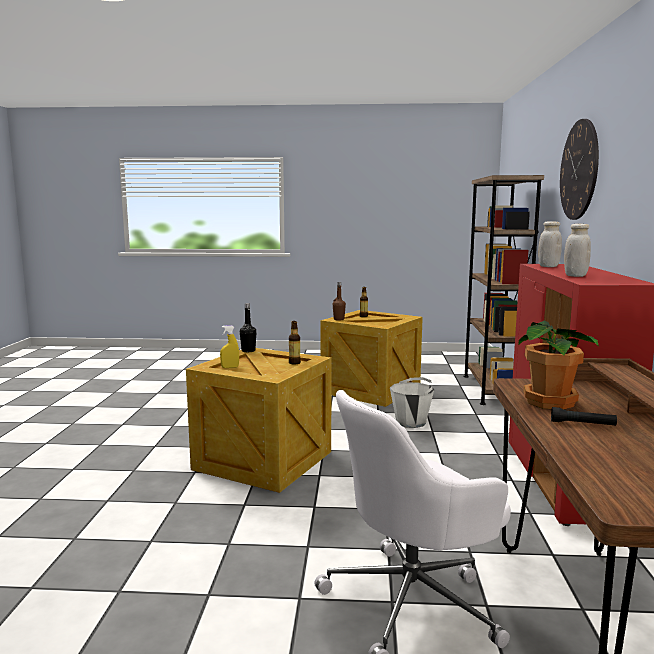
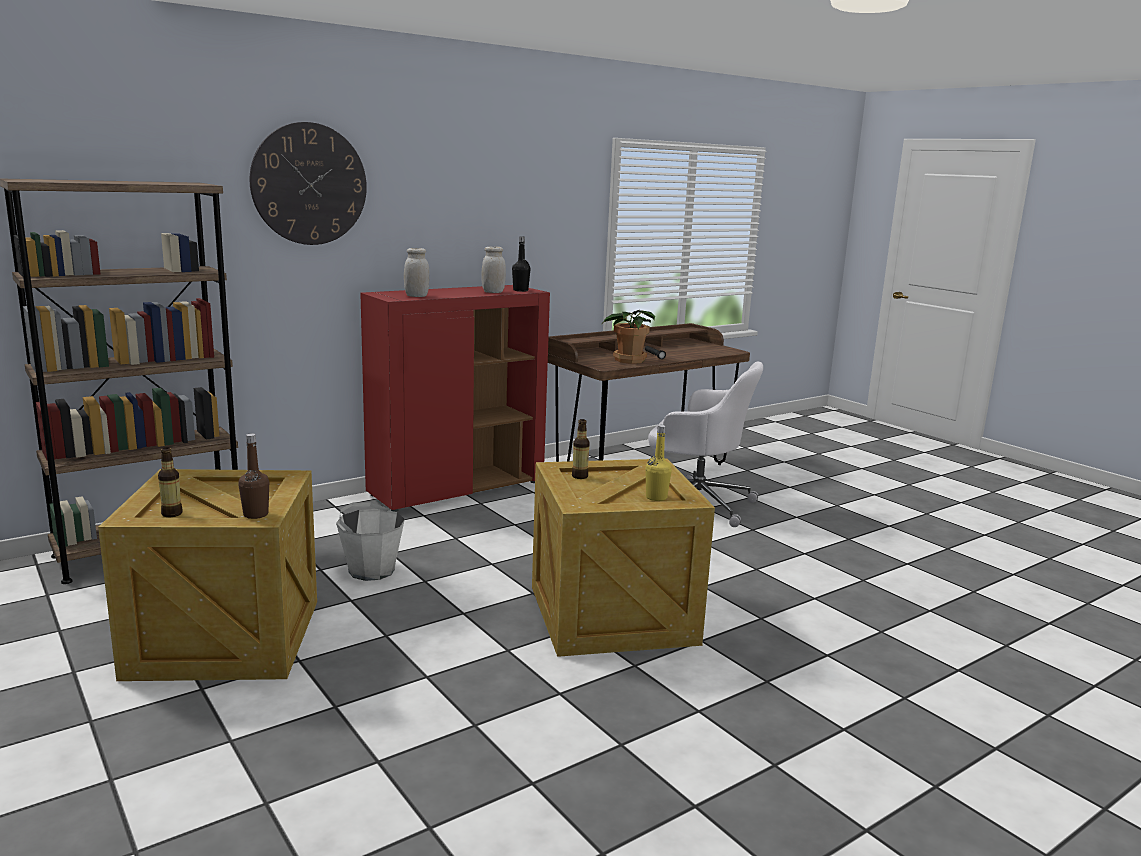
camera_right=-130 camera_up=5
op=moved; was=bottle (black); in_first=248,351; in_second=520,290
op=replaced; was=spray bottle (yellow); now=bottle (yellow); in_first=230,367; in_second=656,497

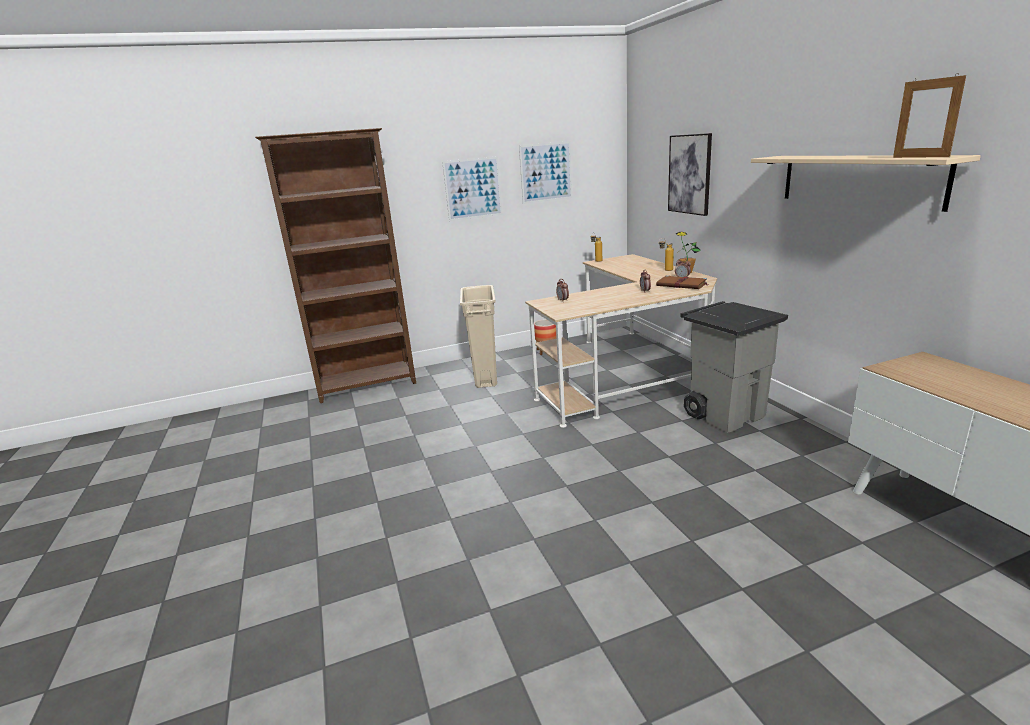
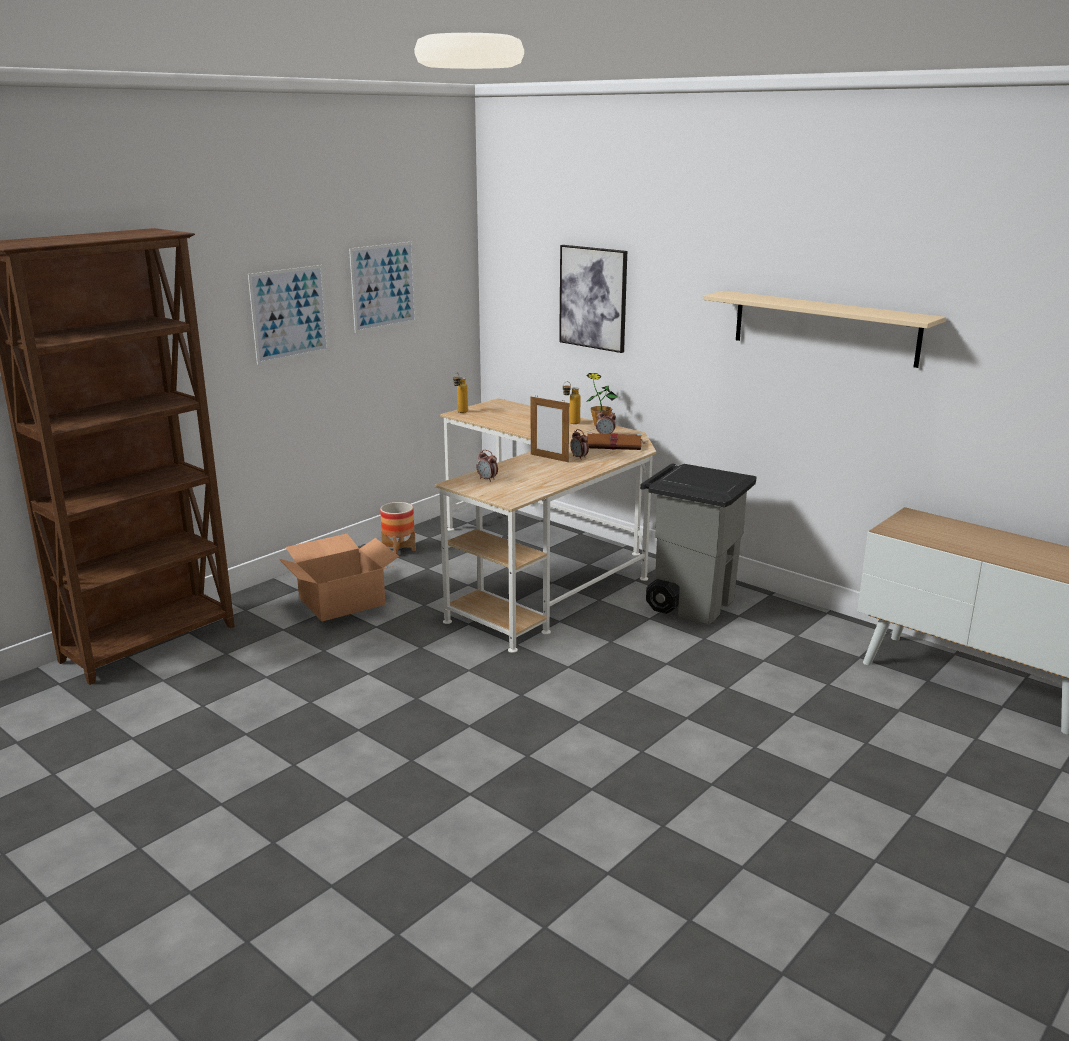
camera_right=-30 camera_up=0
op=moved; was=picture frame; in_first=920,157; in_second=549,458
op=replaced; was=trash can (beige); now=cardboard box; in_first=485,377; in_second=341,601

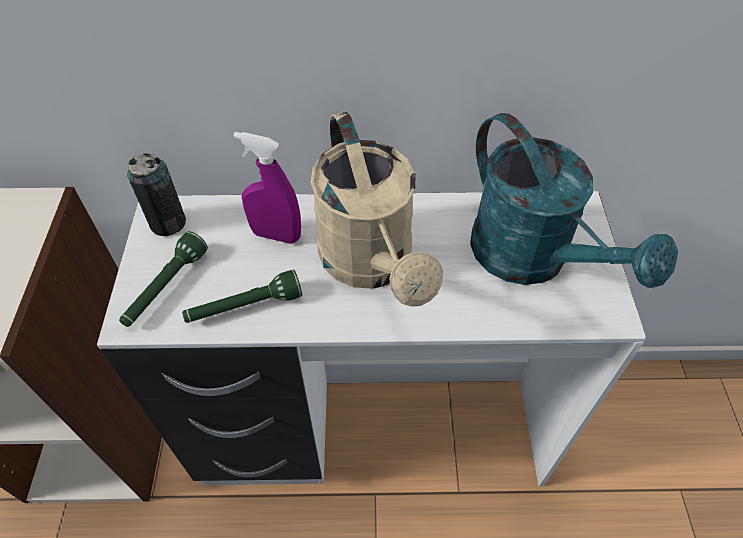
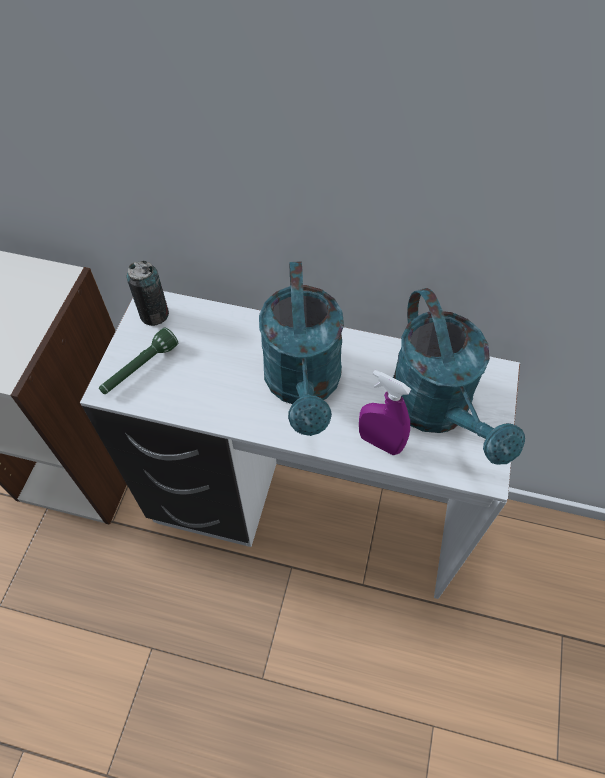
camera_right=15 camera_up=5
op=removed; was=flashlight (green); in_first=244,307
op=moved; was=spray bottle (purple); in_first=276,235; in_second=380,442
op=recoloured; was=watering can (beige); now=watering can (turquoise); in_first=372,265; in_second=304,385

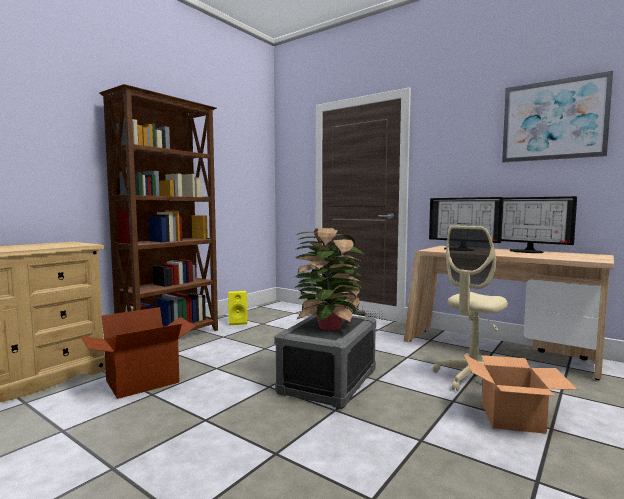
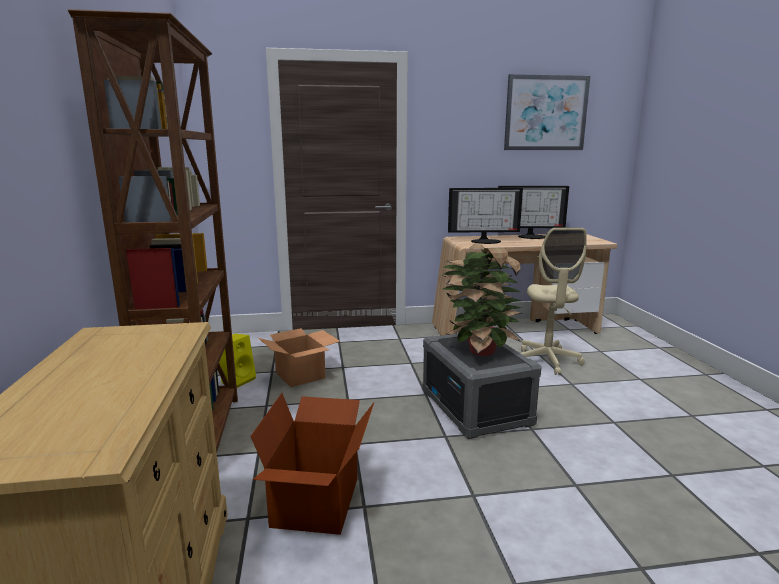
camera_right=-45 camera_up=10
op=moved; was=cardboard box; in_first=511,417; in_second=299,375

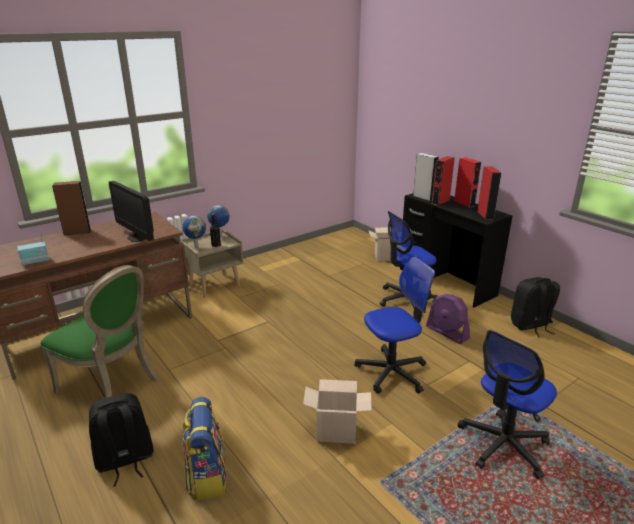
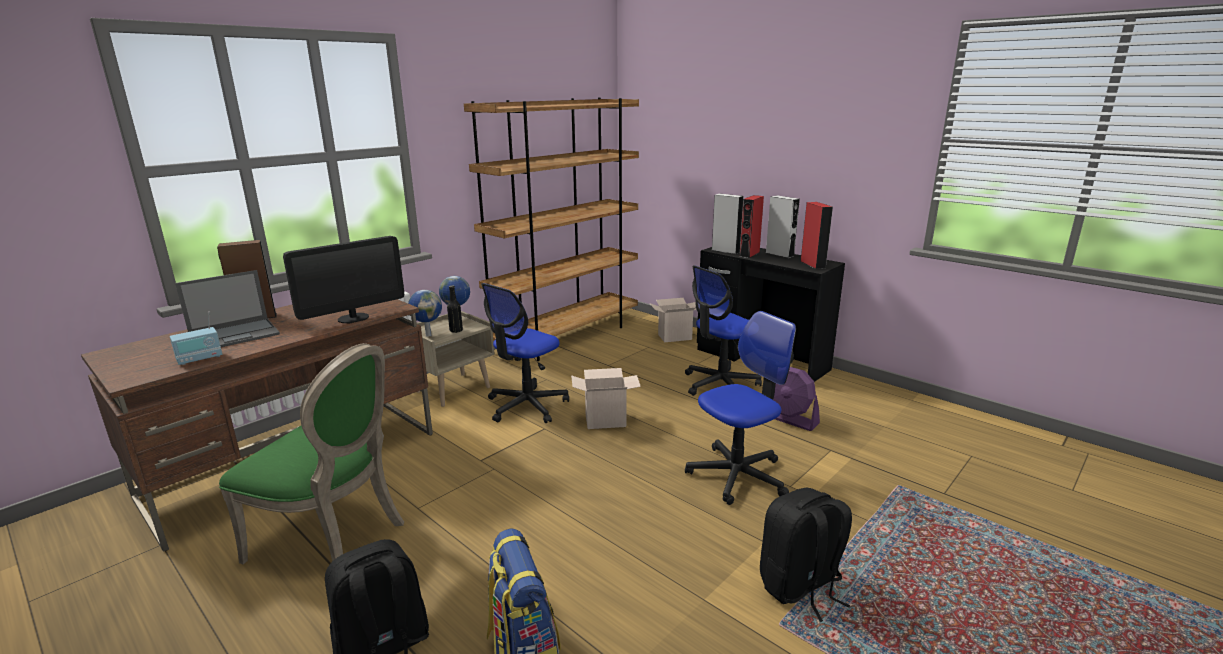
camera_right=-10 camera_up=-5
op=added; now=laptop; in_second=235,335
op=added; now=bookcase (brown); in_second=566,337
op=moved; was=cardboard box; in_first=337,431; in_second=606,420
op=moved; was=office chair; in_first=503,445; in_second=526,406
op=moved; was=backpack (black); in_first=530,325; in_second=800,587
op=recoloured; was=speaker (red); now=speaker (grey); in_first=464,203; in_second=779,254
op=turned; was=monitor; in_first=137,237; in_second=353,318; clockwise=-75

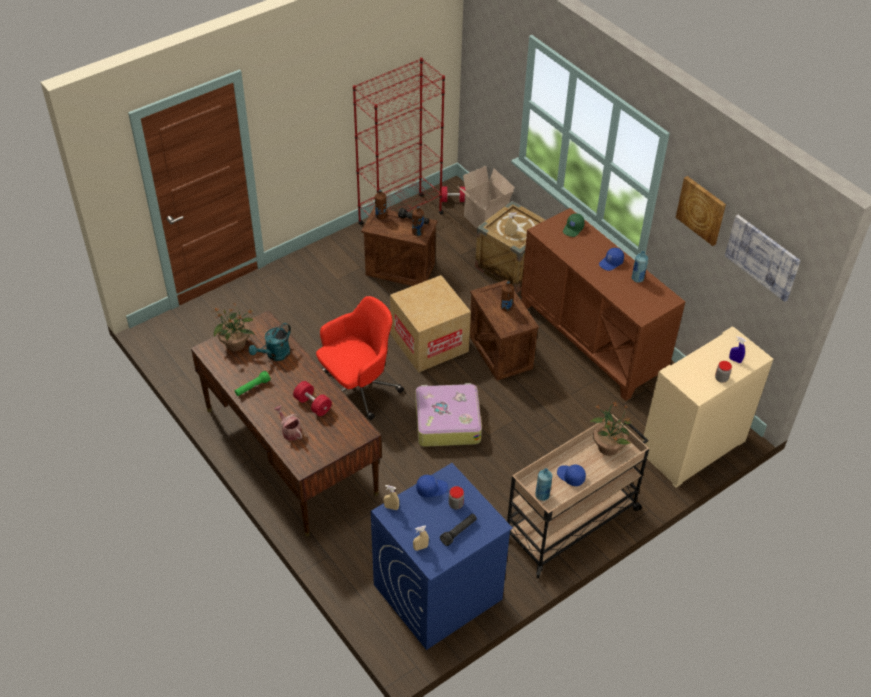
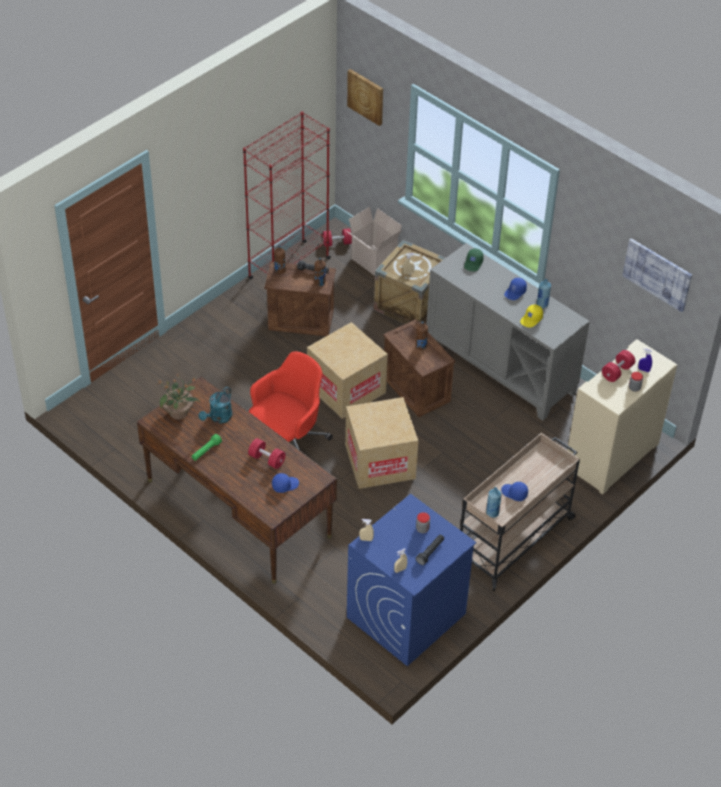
camera_right=-10 camera_up=0
op=removed; was=watering can; in_first=290,431
op=removed; was=potted plant; in_first=608,446
op=added; now=cap (yellow); in_second=531,319
op=added; now=dumbbell (red); in_second=617,372
op=moved; was=cap (blue); in_first=431,488; in_second=285,485
op=moved; was=picture; in_first=701,210; in_second=366,96
op=replaced; was=suitcase; now=cardboard box; in_first=447,421; in_second=380,461
op=recoloured; was=cabinet (brown); now=cabinet (grey); in_first=592,340; in_second=501,366

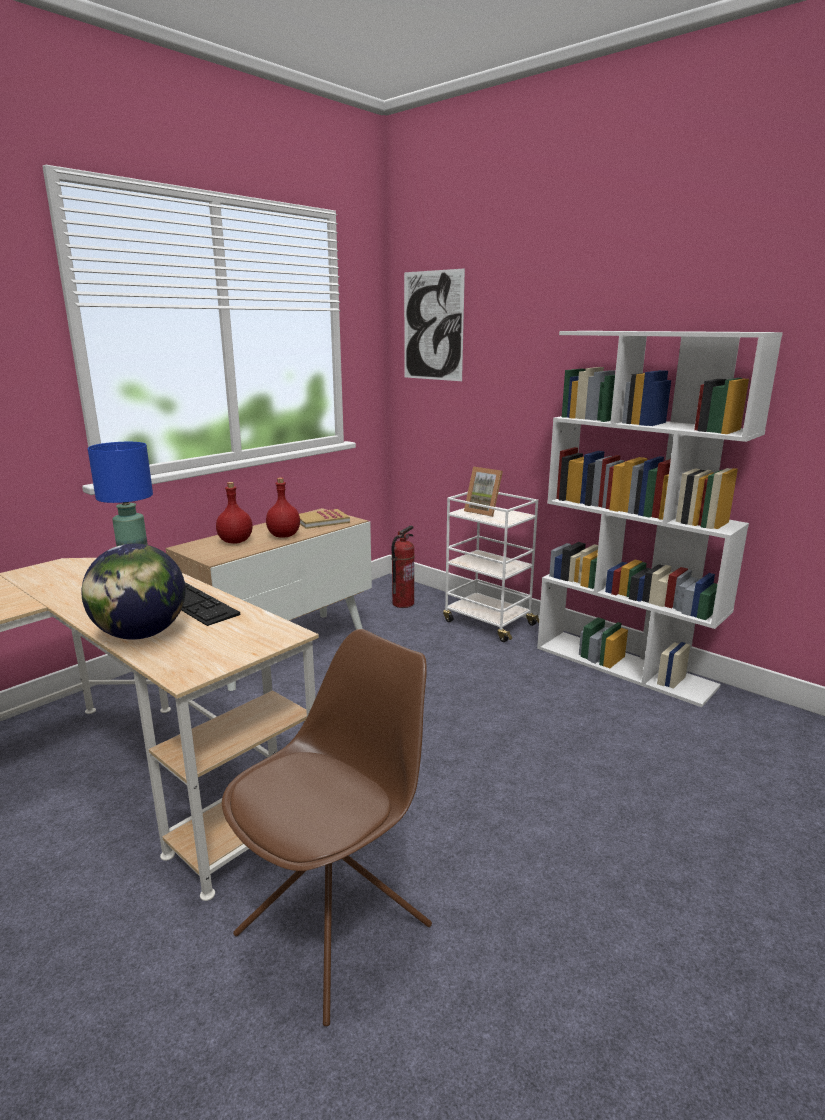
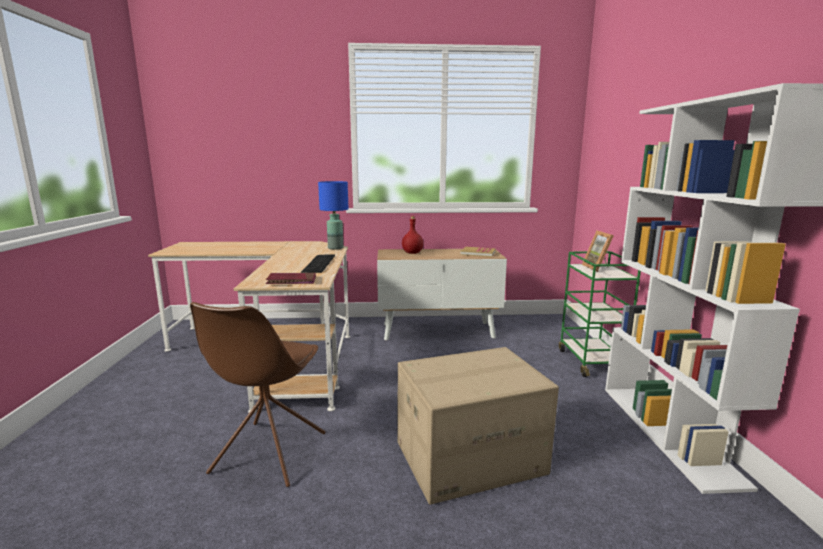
camera_right=45 camera_up=-5
op=removed; was=globe; in_first=140,634
op=removed; was=bottle (red); in_first=284,535
op=removed; was=fire extinguisher; in_first=403,603
op=removed; was=picture; in_first=432,326
op=added; now=book (red); in_second=292,281
op=added; now=cardboard box; in_second=469,457
op=recoloured; was=cart (white); now=cart (green); in_first=488,622; in_second=591,362
op=turned; was=chair (brown); in_first=337,928; in_second=268,454; clockwise=105

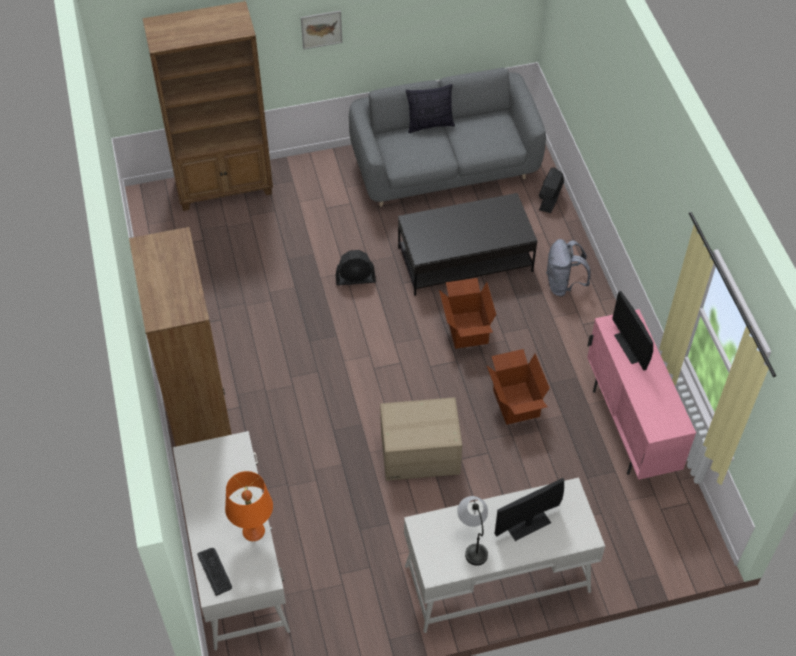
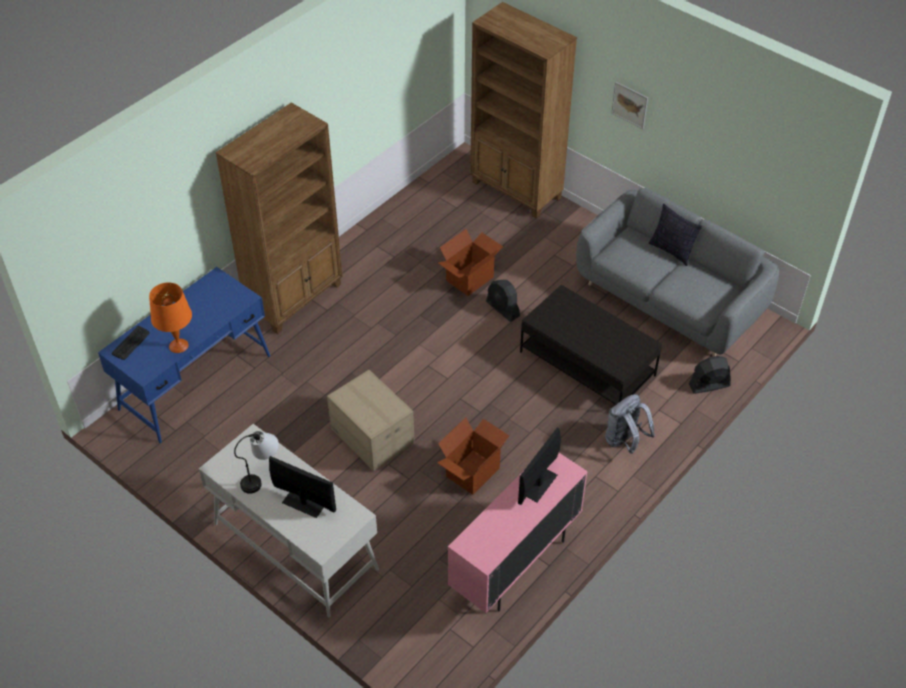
camera_right=55 camera_up=-5
op=moved; was=cardboard box; in_first=466,330; in_second=469,278
op=recoloured; was=desk (white); now=desk (blue); in_first=237,562; in_second=196,382

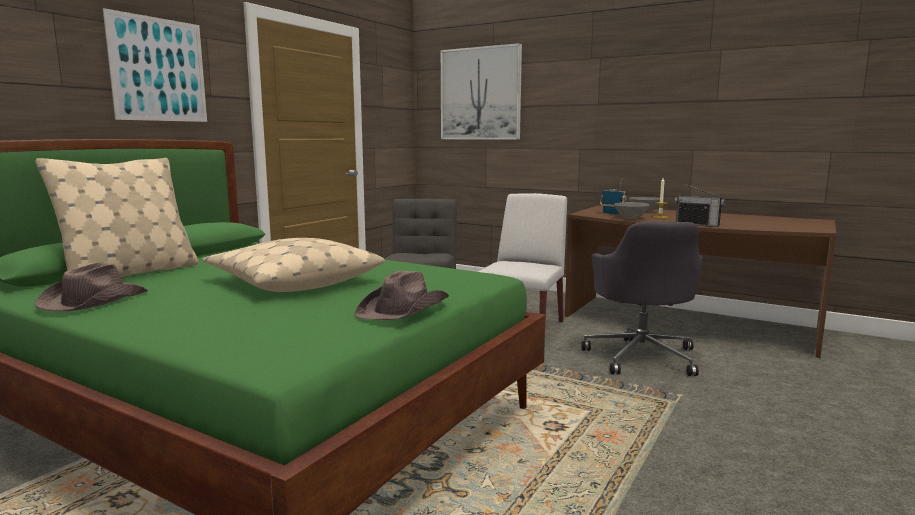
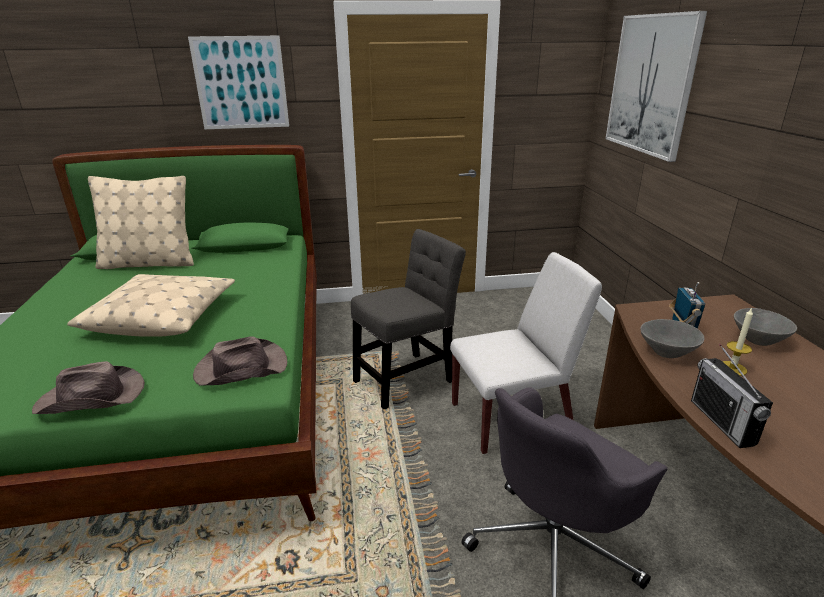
camera_right=50 camera_up=15
op=moved; was=hat (brown); in_first=93,300; in_second=240,368

